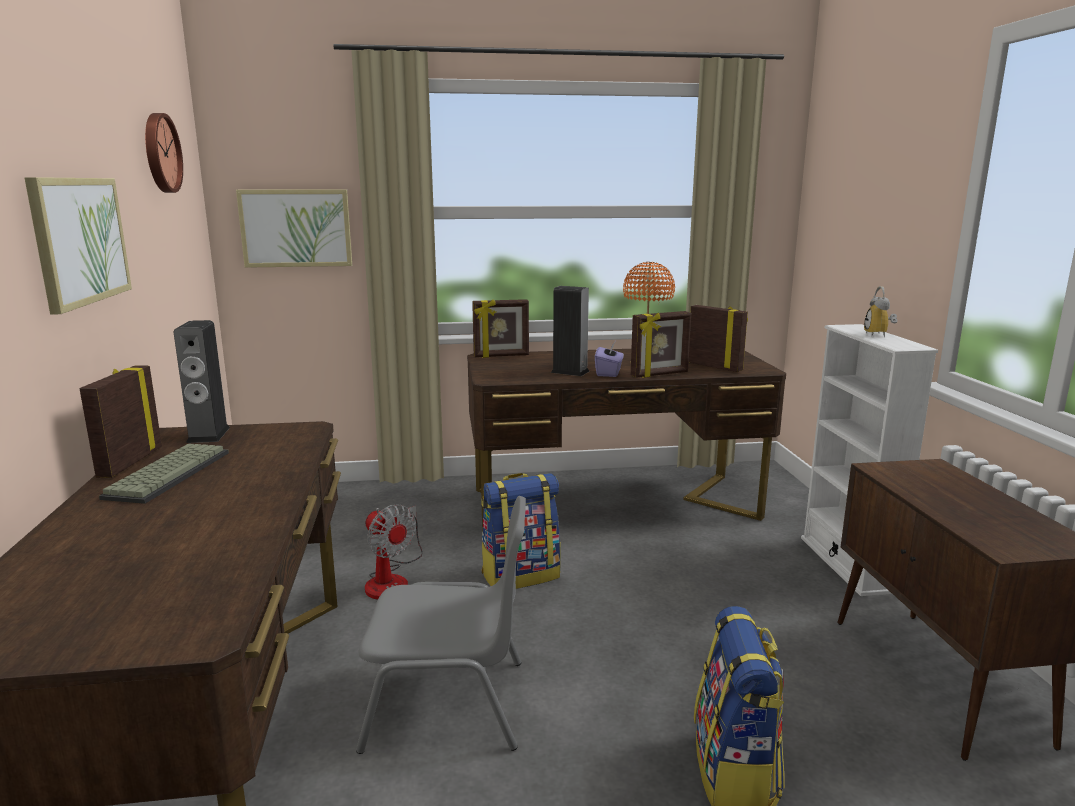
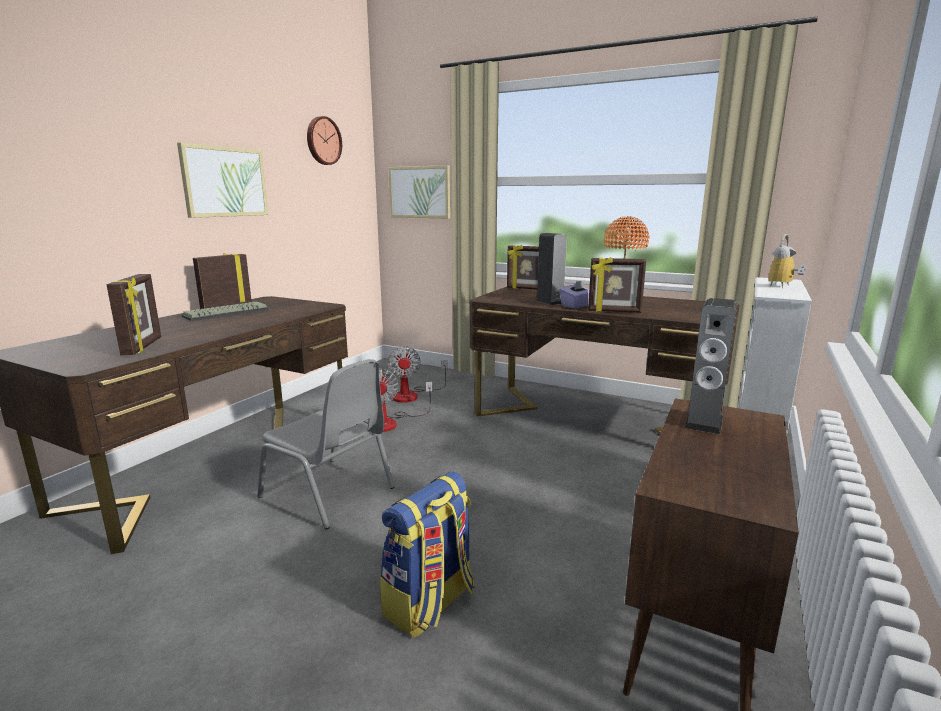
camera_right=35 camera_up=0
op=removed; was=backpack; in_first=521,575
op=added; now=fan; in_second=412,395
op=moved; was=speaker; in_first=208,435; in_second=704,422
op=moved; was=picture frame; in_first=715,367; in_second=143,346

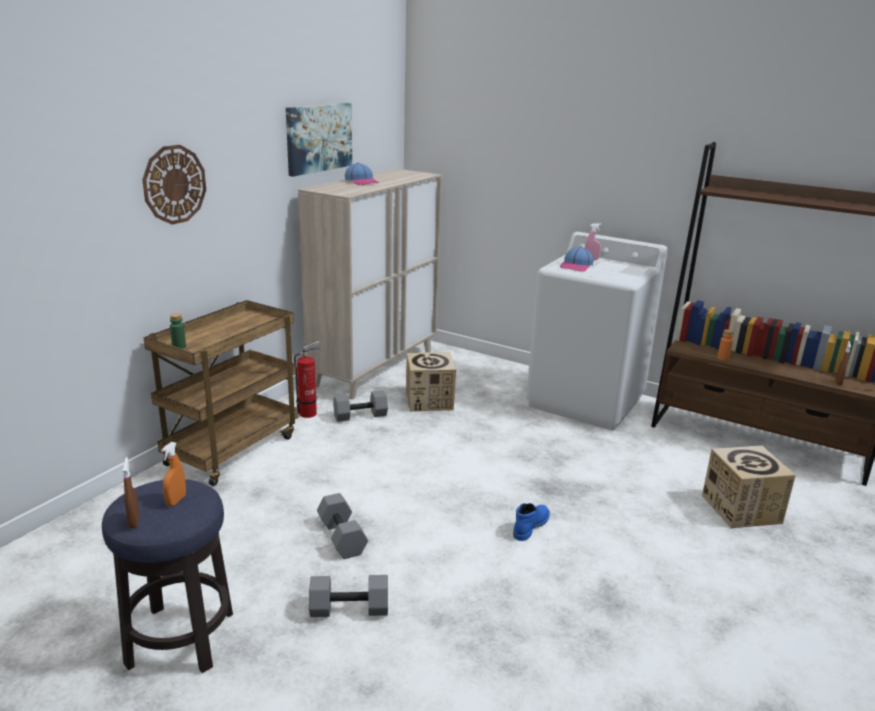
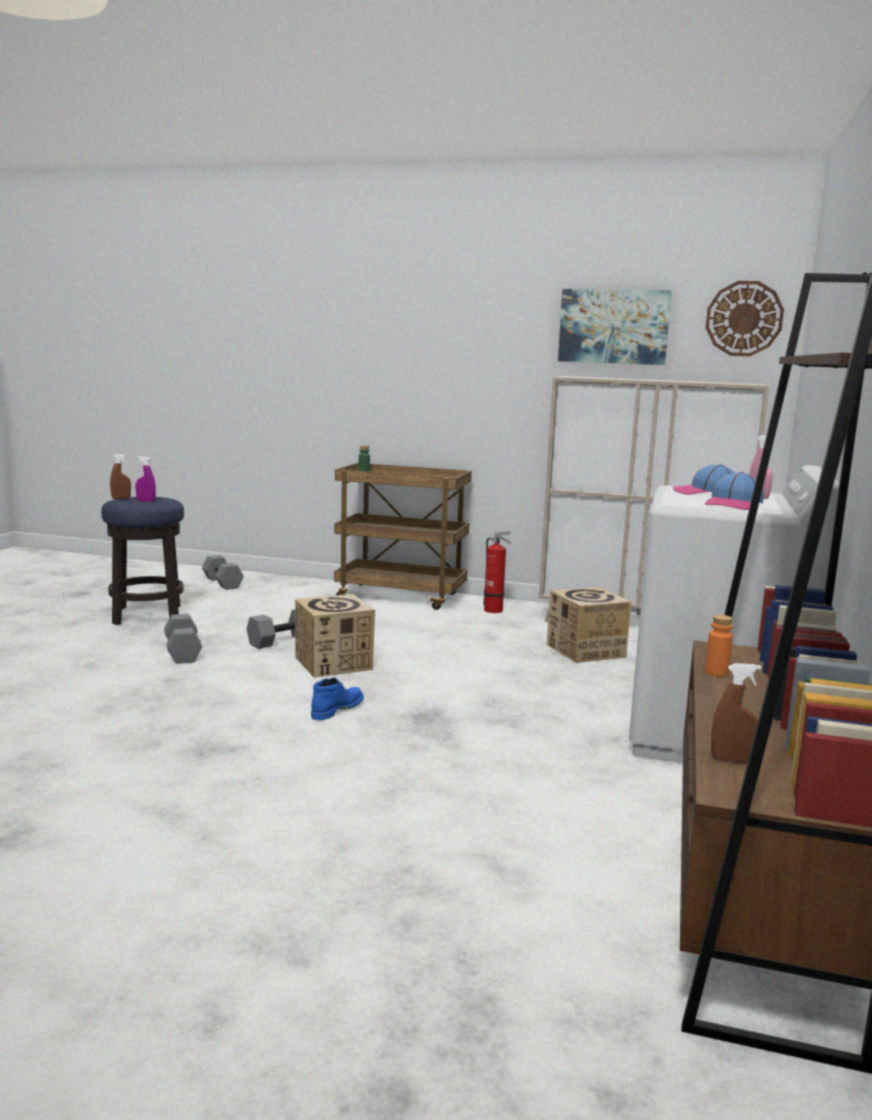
camera_right=75 camera_up=-10
op=moved; was=wall clock; in_first=174,184; in_second=744,318
op=moved; was=dumbbell (grey); in_first=360,415; in_second=223,583
op=moved; was=cap; in_first=362,181; in_second=733,505
op=moved; was=cardboard box; in_first=741,509; in_second=334,663
op=recoloured; was=spray bottle (orange); now=spray bottle (purple); in_first=176,501; in_second=146,501
op=turned; was=boot (blue); in_first=530,526; in_second=336,709; clockwise=-75

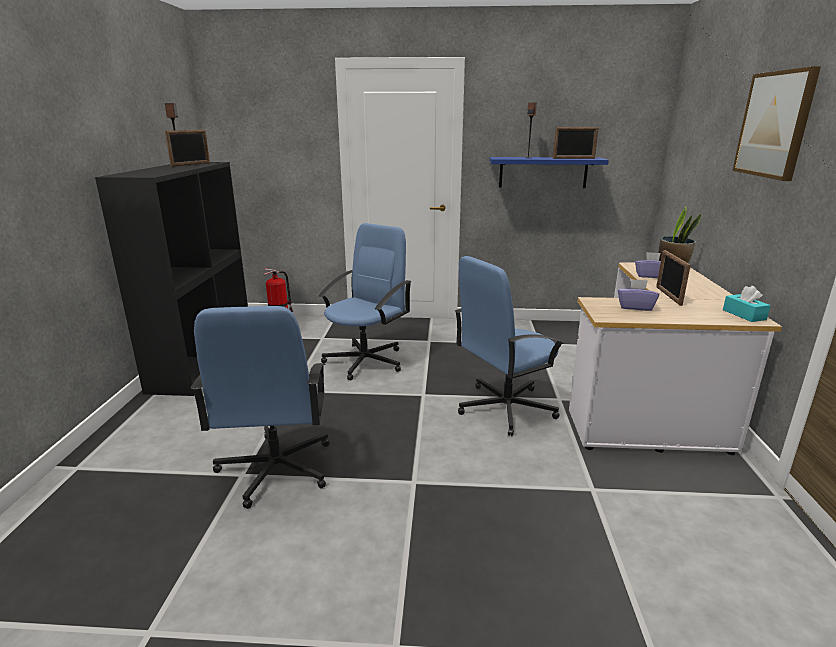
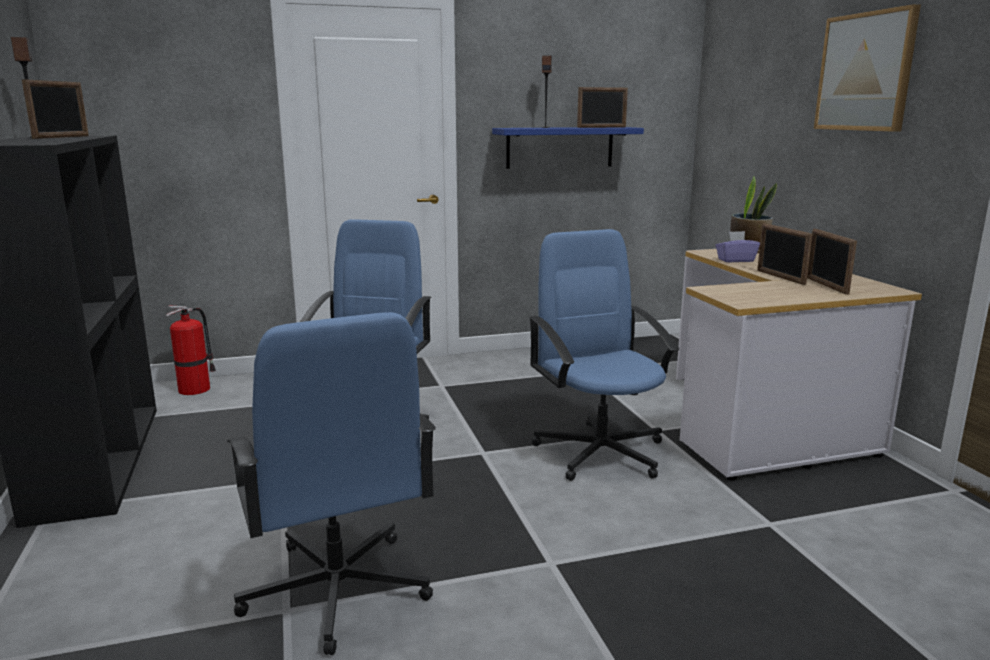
camera_right=-20 camera_up=-5
op=removed; was=tissue box (purple); in_first=635,307
op=removed; was=tissue box (turquoise); in_first=744,315
op=added; now=picture frame; in_second=826,285
op=turned; was=office chair (blue); in_first=504,408; in_second=600,451; clockwise=120

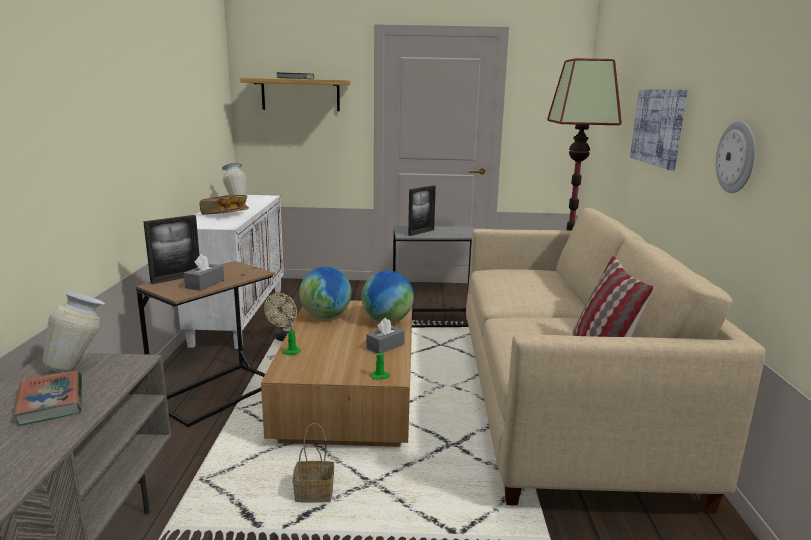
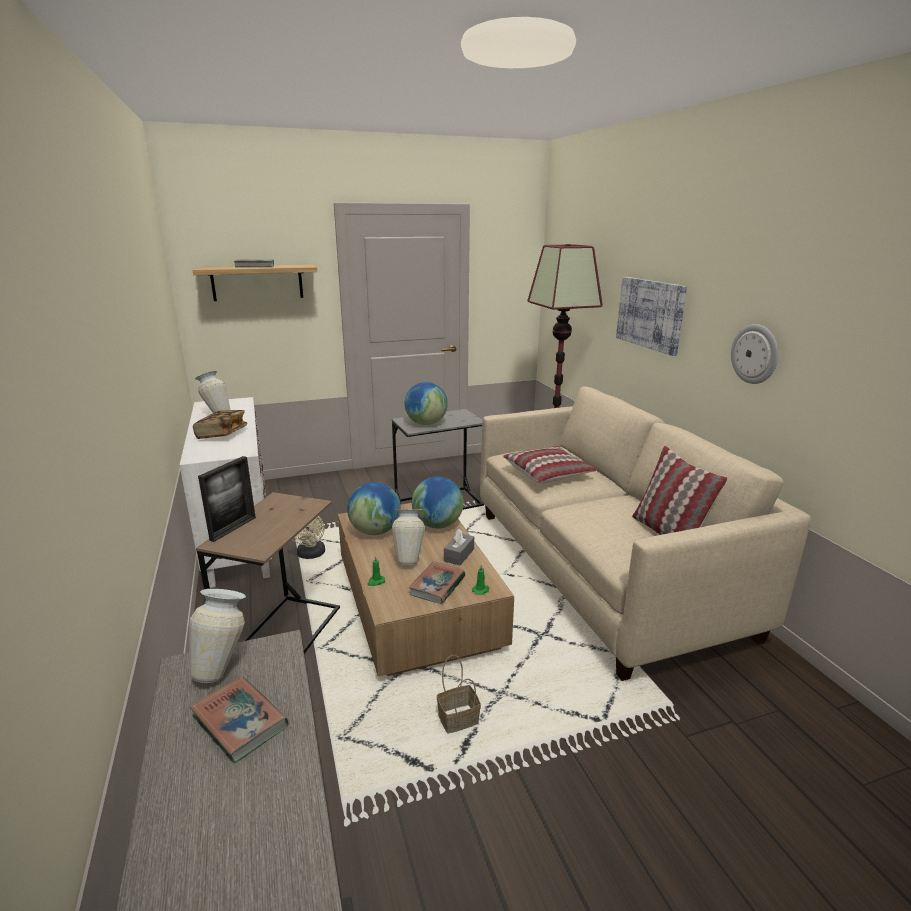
camera_right=-20 camera_up=5
op=removed; was=tissue box (grey); in_first=205,284
op=added; now=vase; in_second=409,558
op=added; now=book; in_second=437,586
op=added; now=pillow; in_second=548,473
op=replaced; was=picture frame; now=globe; in_first=421,232; in_second=426,423

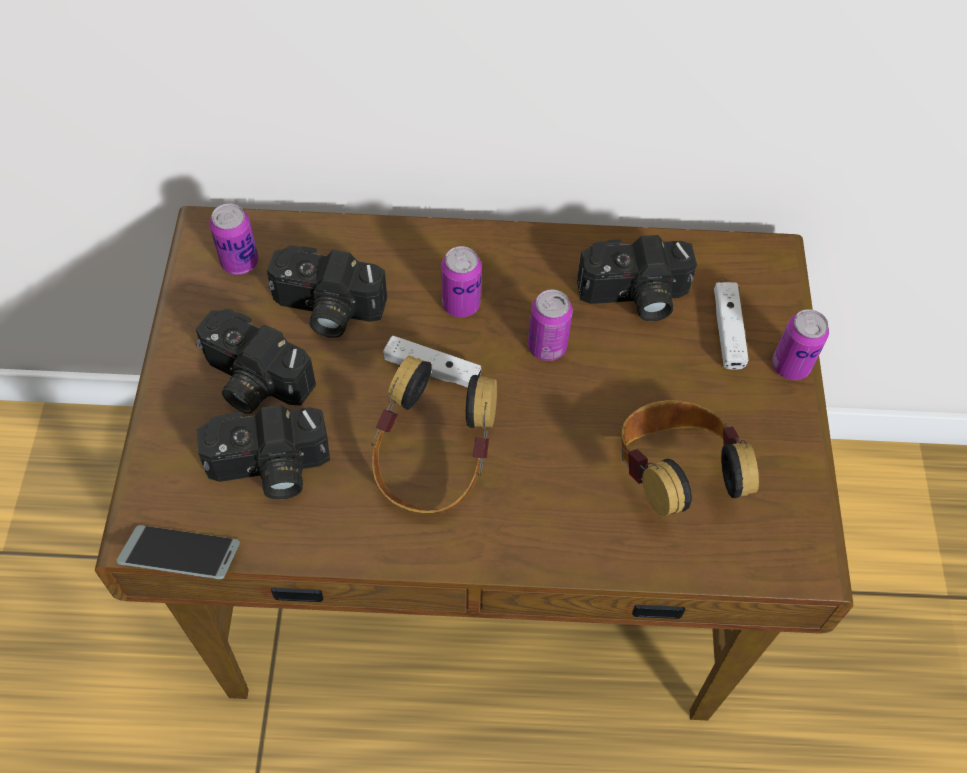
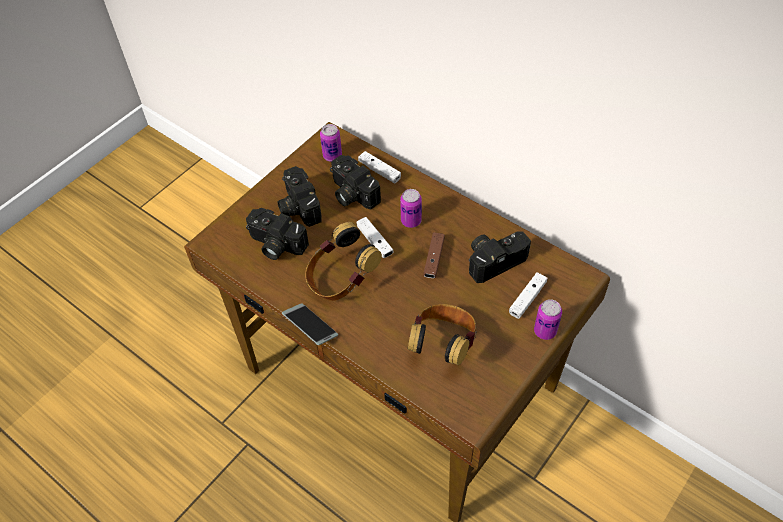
camera_right=40 camera_up=-5
op=added; now=game controller (white); in_second=379,171
op=moved; was=phone; in_first=181,557; in_second=310,327
op=replaced; was=can; now=game controller (brown); in_first=547,346; in_second=434,259
op=turned; was=photo camera; in_first=634,297; in_second=494,260; clockwise=120

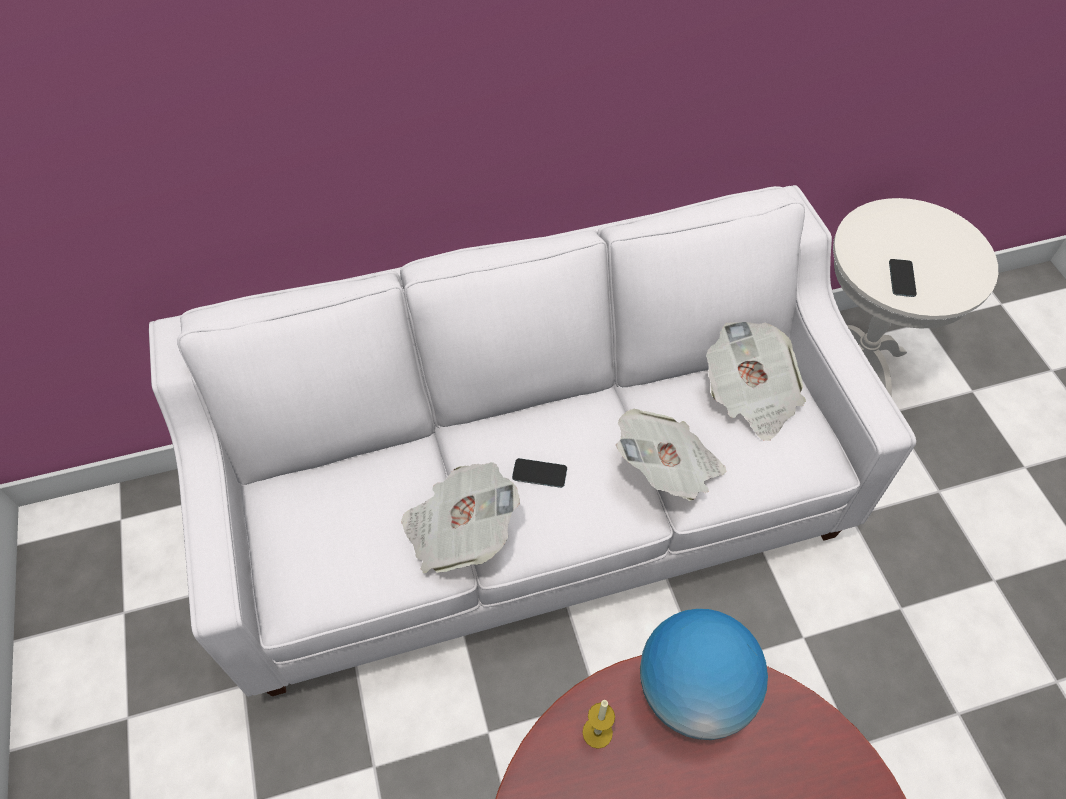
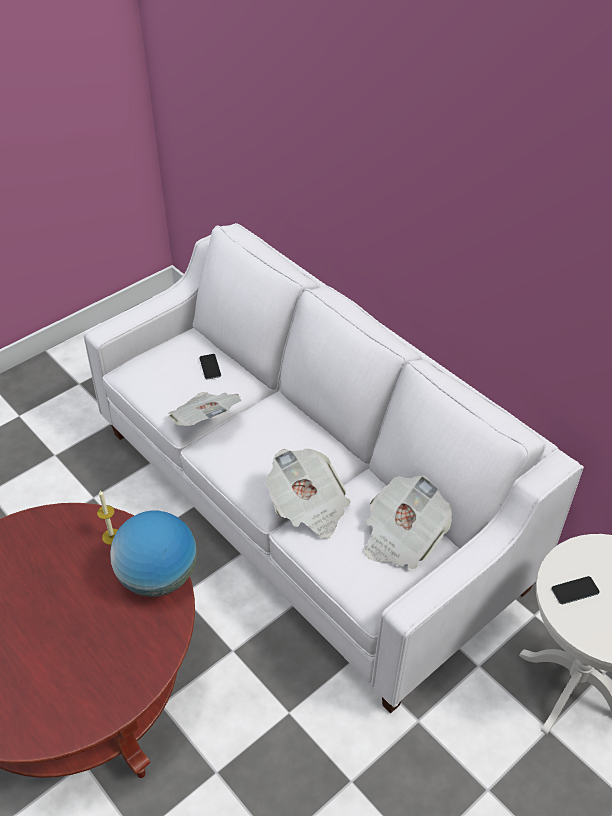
camera_right=65 camera_up=-10
op=moved; was=phone; in_first=539,473; in_second=210,367

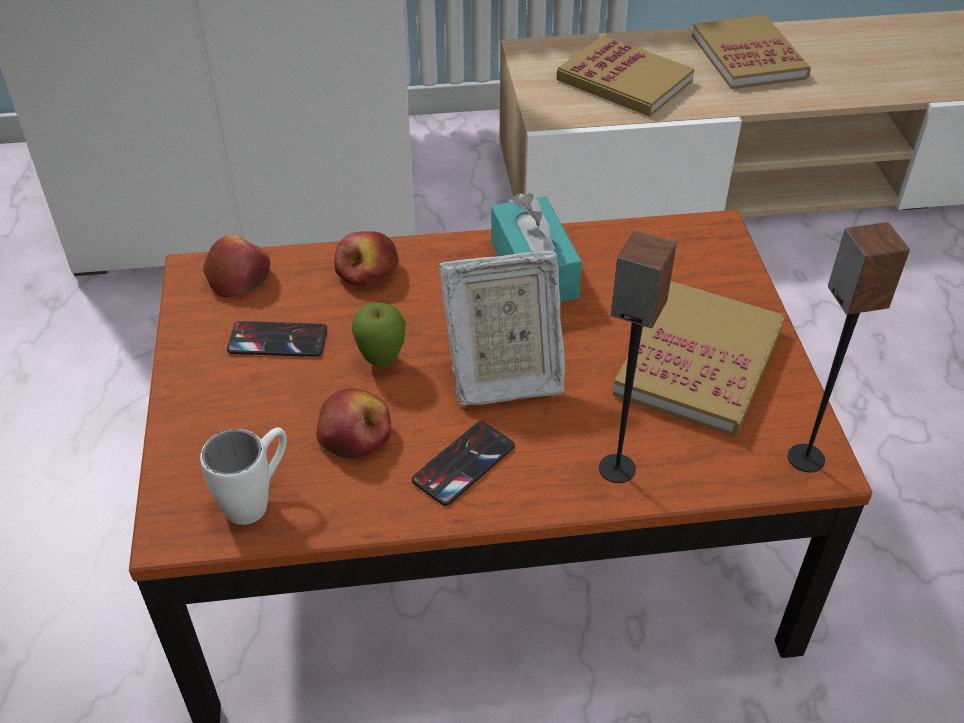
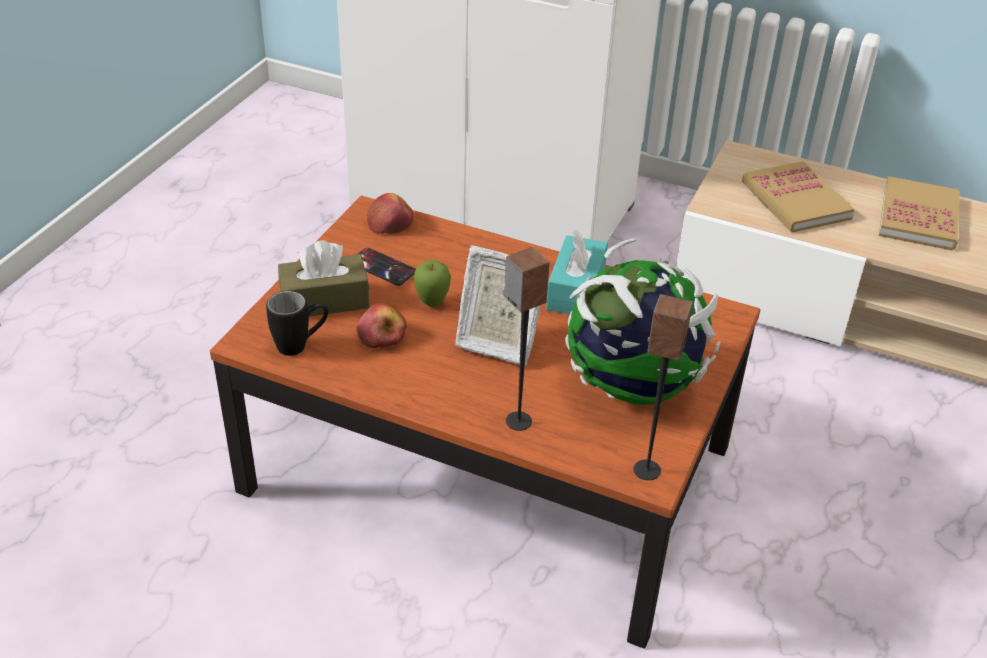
camera_right=30 camera_up=-5
op=removed; was=apple; in_first=368,272
op=removed; was=phone; in_first=463,463
op=added; now=tissue box (brown); in_second=325,300
op=replaced; was=book; now=globe; in_first=699,362; in_second=632,387
op=recoloured; was=mug (white); now=mug (black); in_first=257,499; in_second=301,345

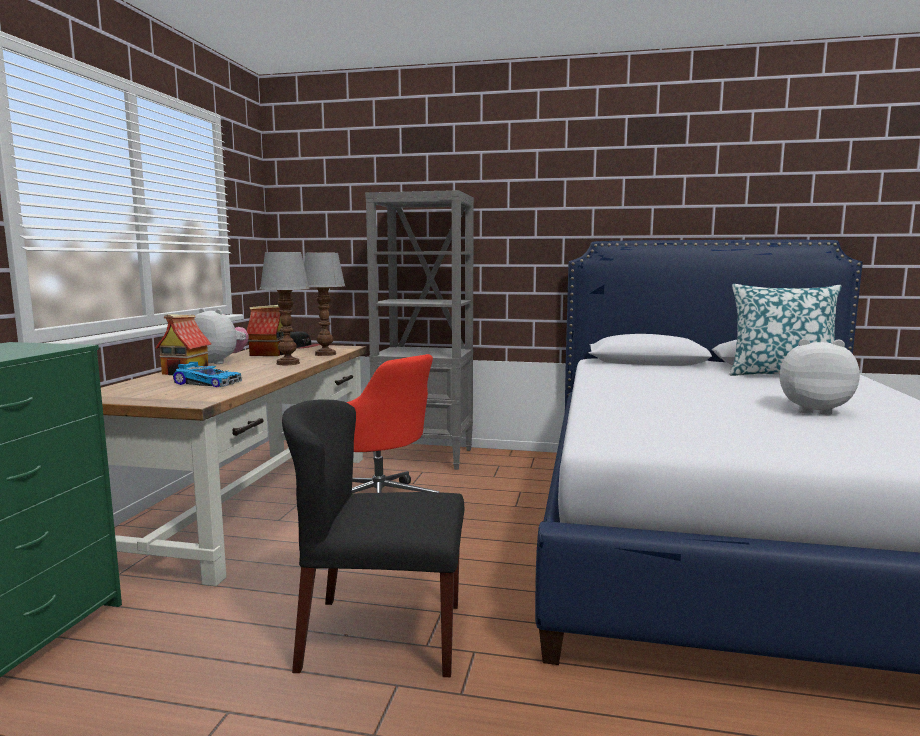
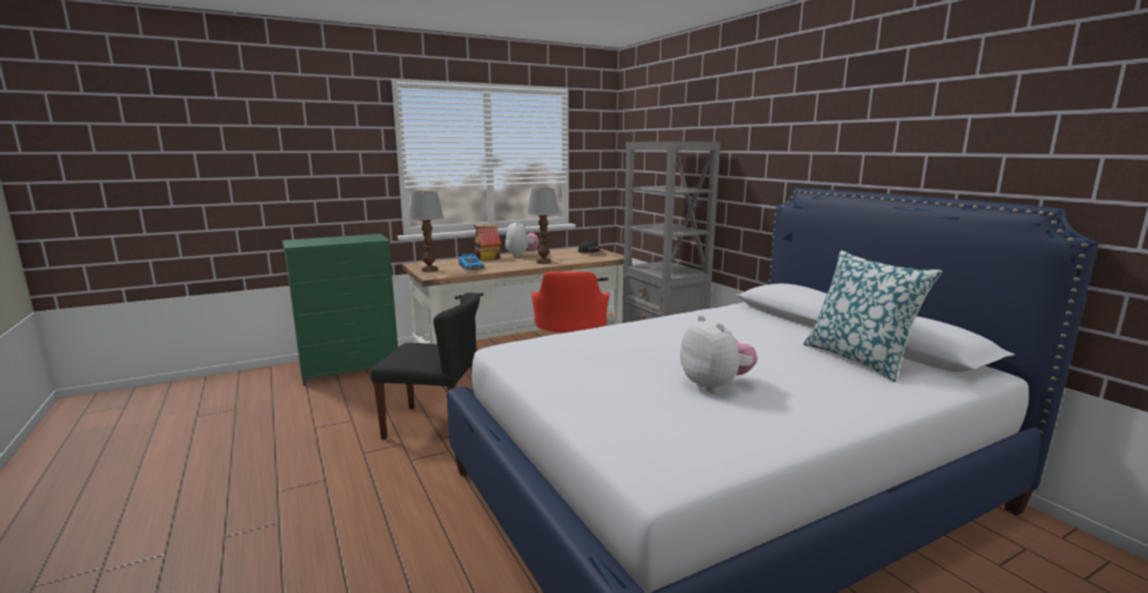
camera_right=50 camera_up=5
op=removed; was=toy house; in_first=269,354
op=moved; was=table lamp; in_first=325,354; in_second=430,270
op=turned; was=chair (black); in_first=380,636; in_second=436,425; clockwise=135

